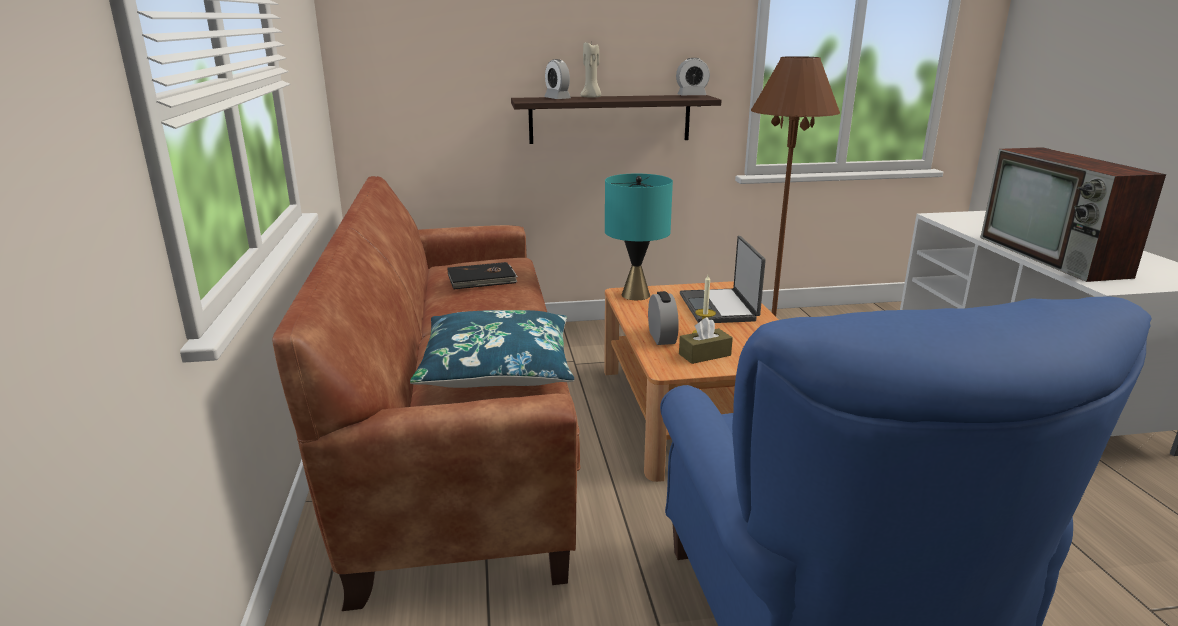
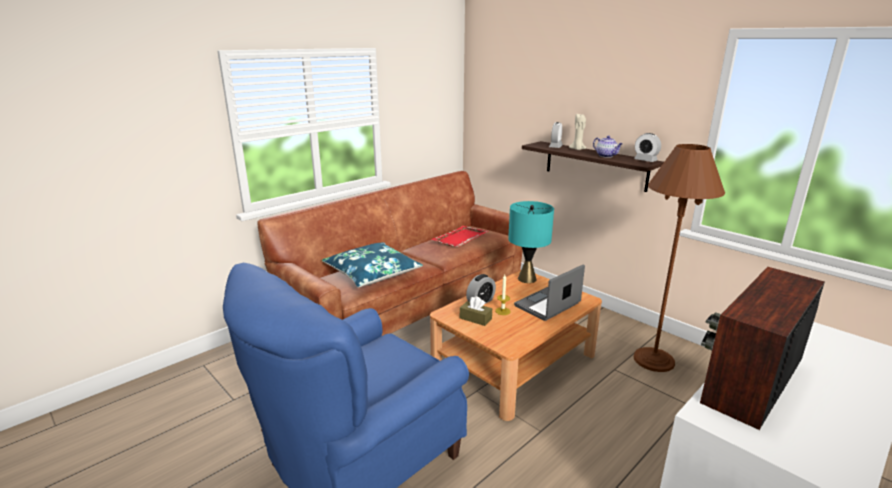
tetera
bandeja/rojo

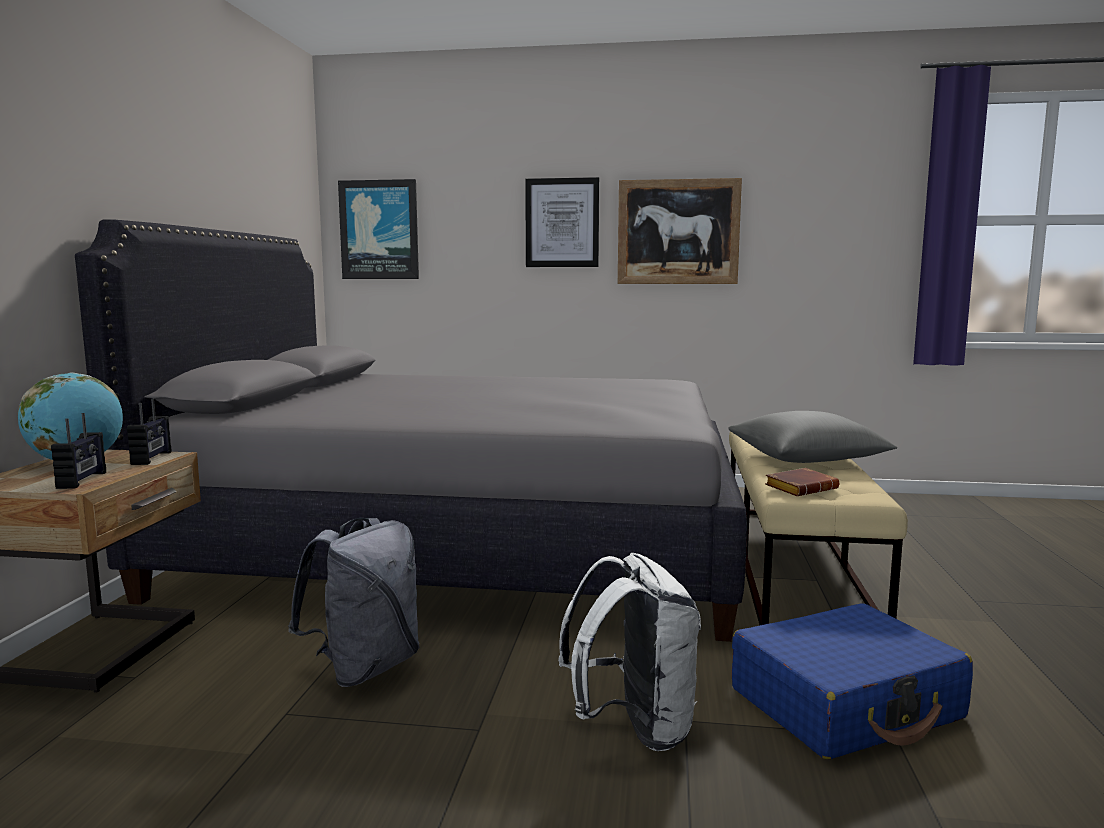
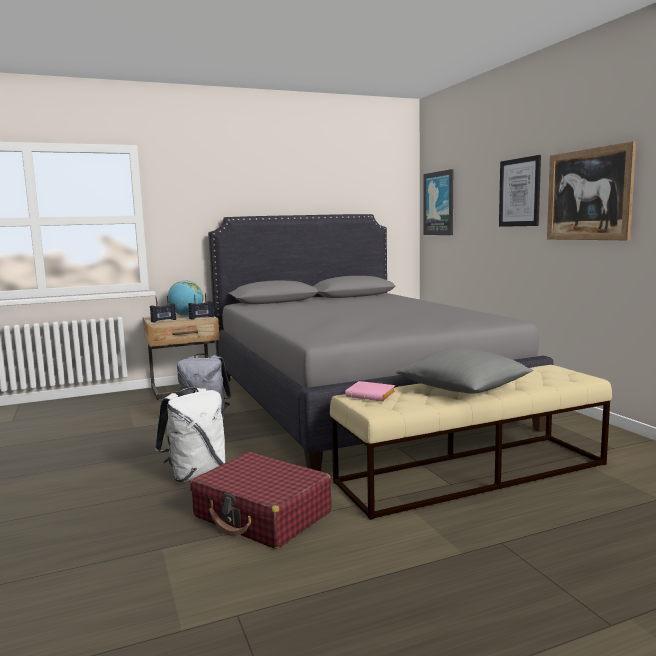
maleta/rojo
libro/rosa

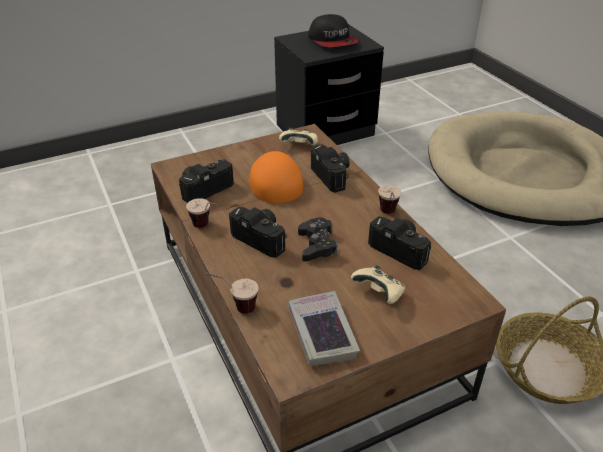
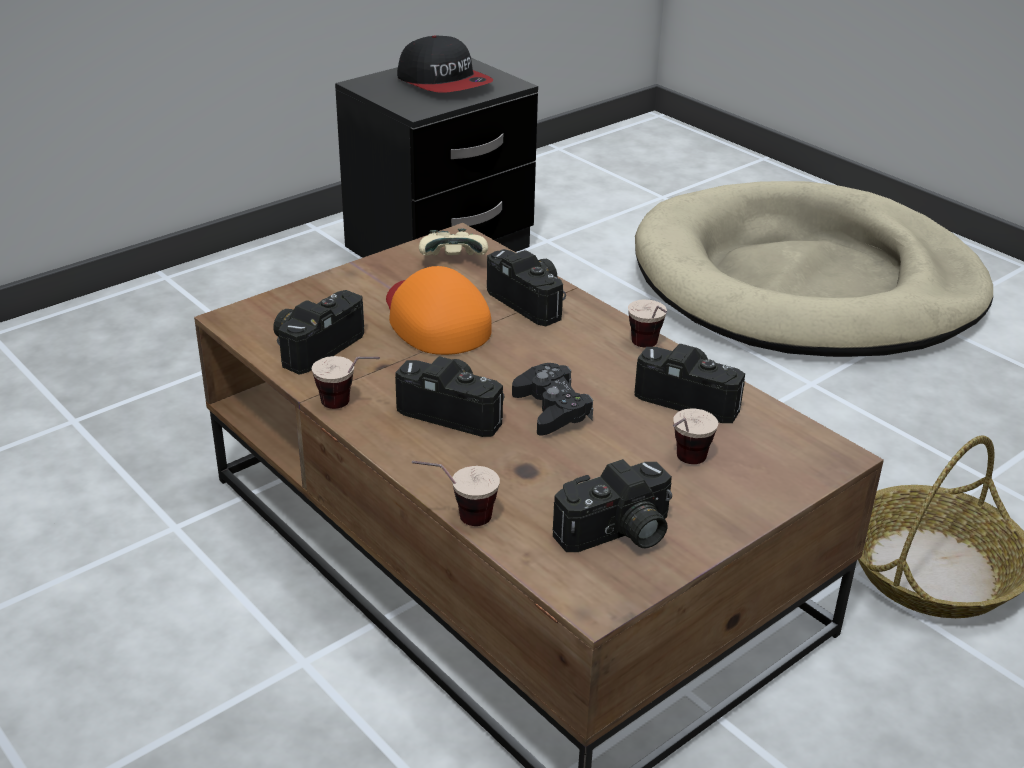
cámara (no. 4 from left)
taza (no. 4 from left)

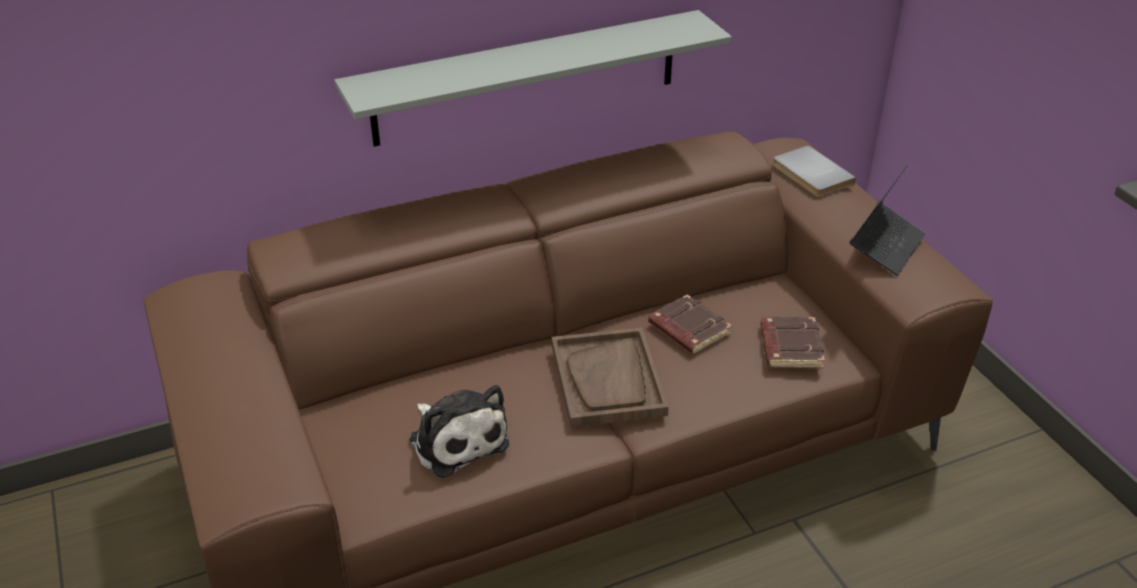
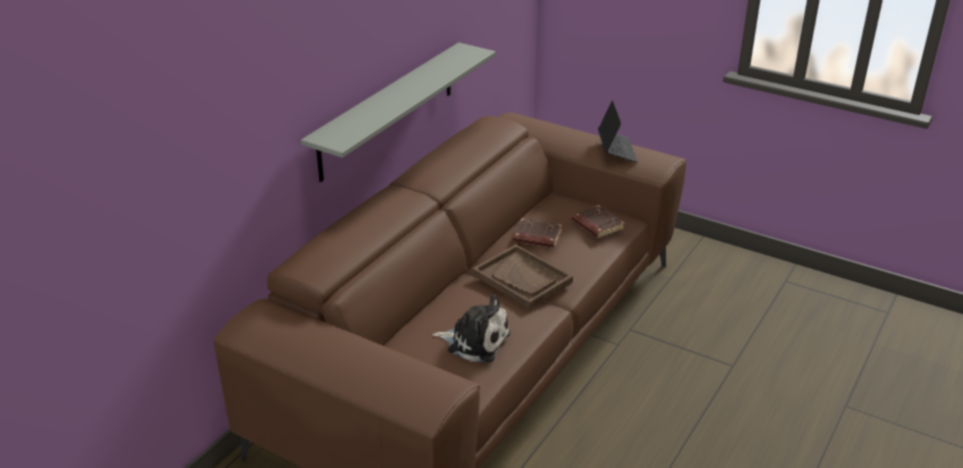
libro/gris

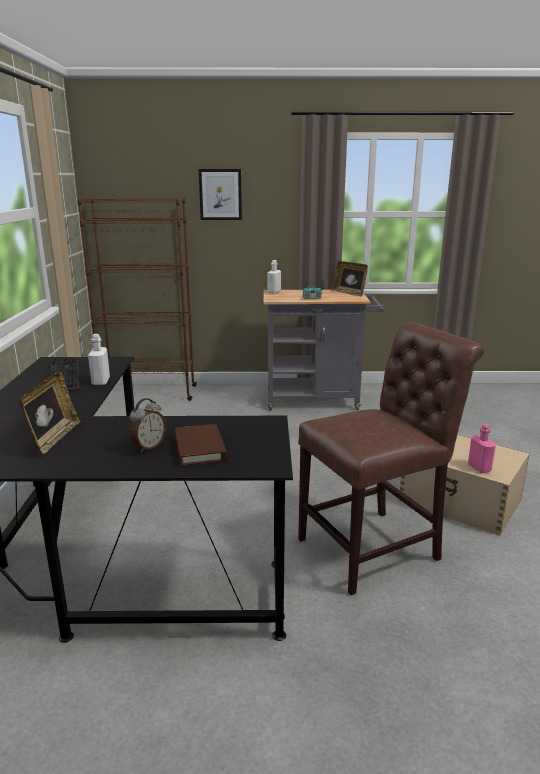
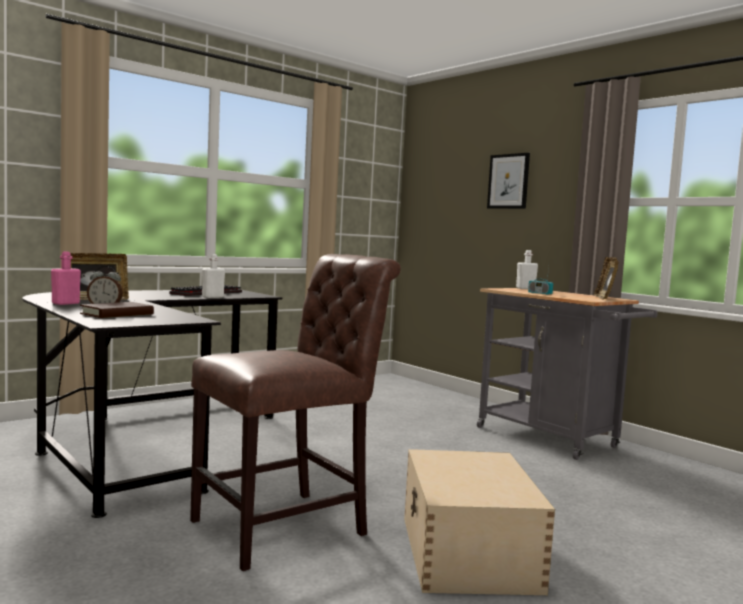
estantería/marrón
botella/rosa
silla/marrón

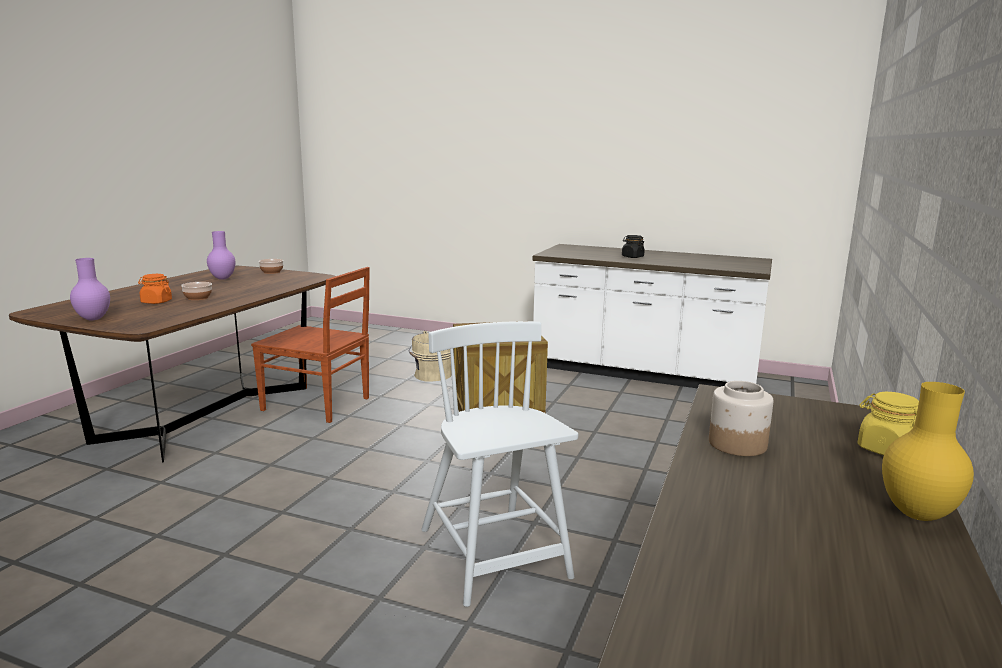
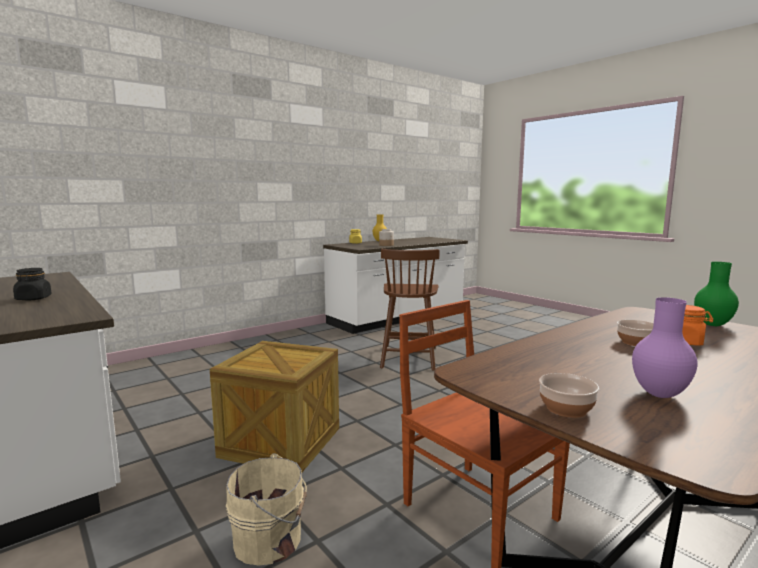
florero/verde
silla/marrón (no. 1 from left)

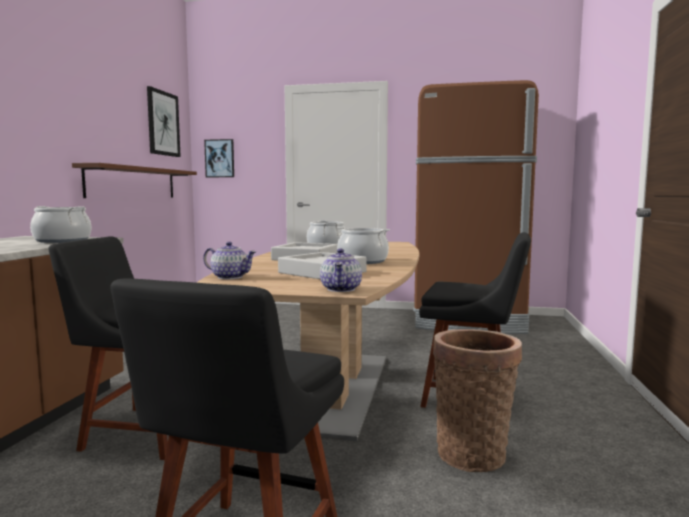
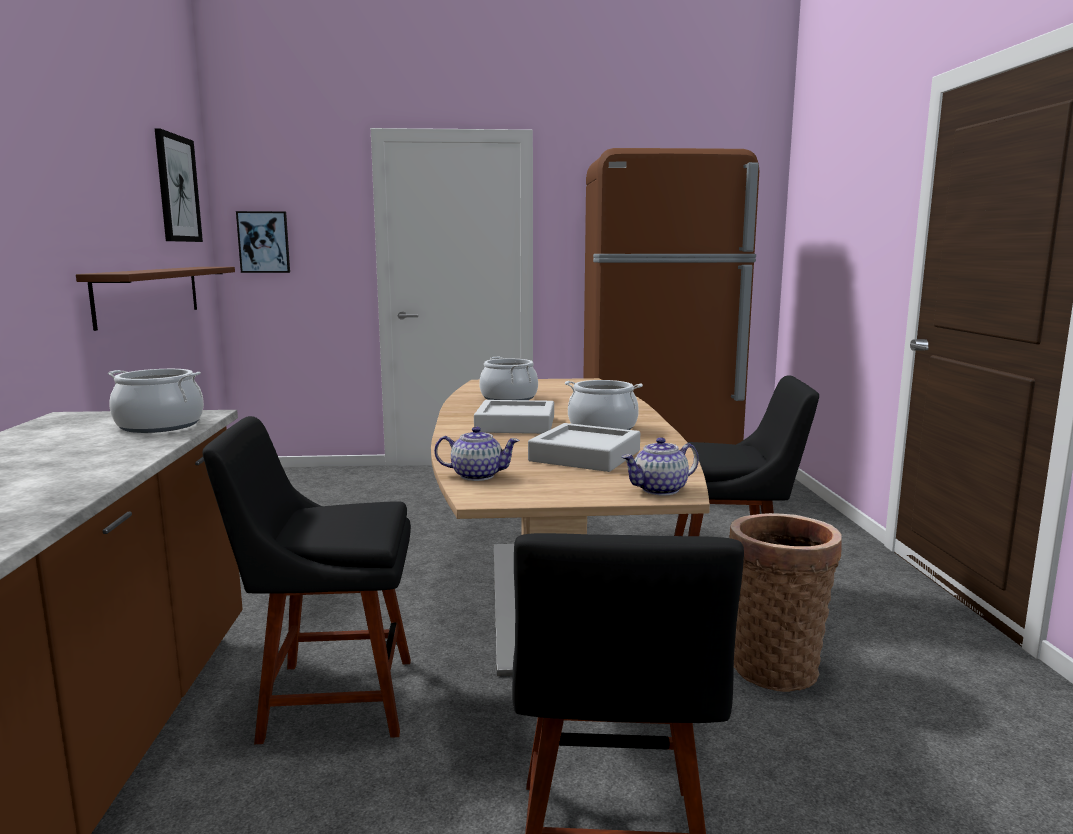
tetera (no. 2 from left)

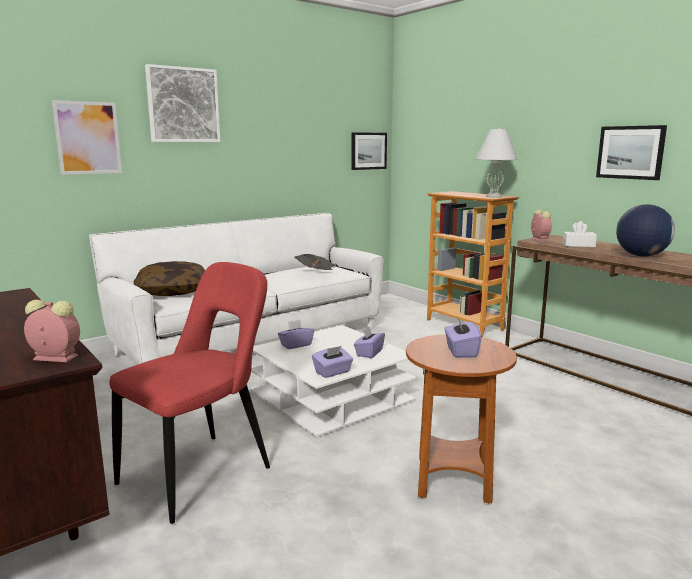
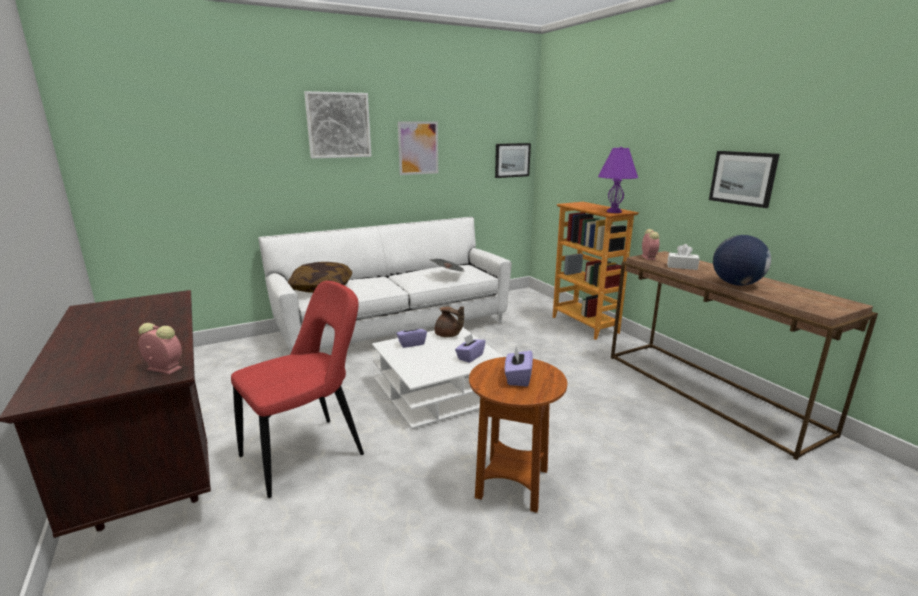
caja de pañuelos/morado (no. 2 from left in the first image)
tetera/marrón
cuadro (no. 2 from left)
lámpara de mesa/morado

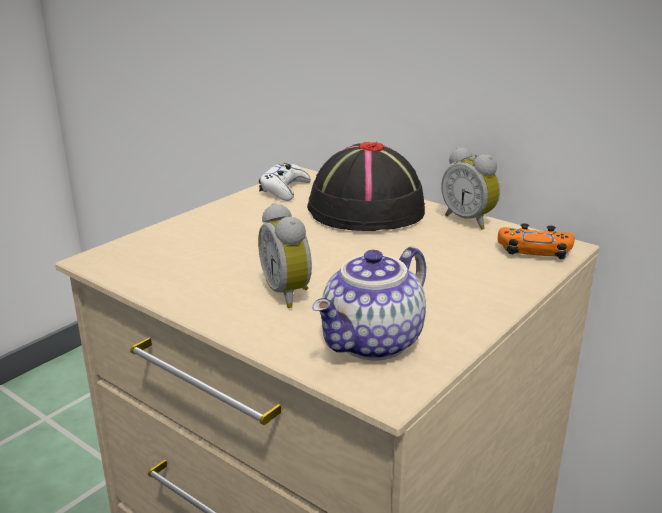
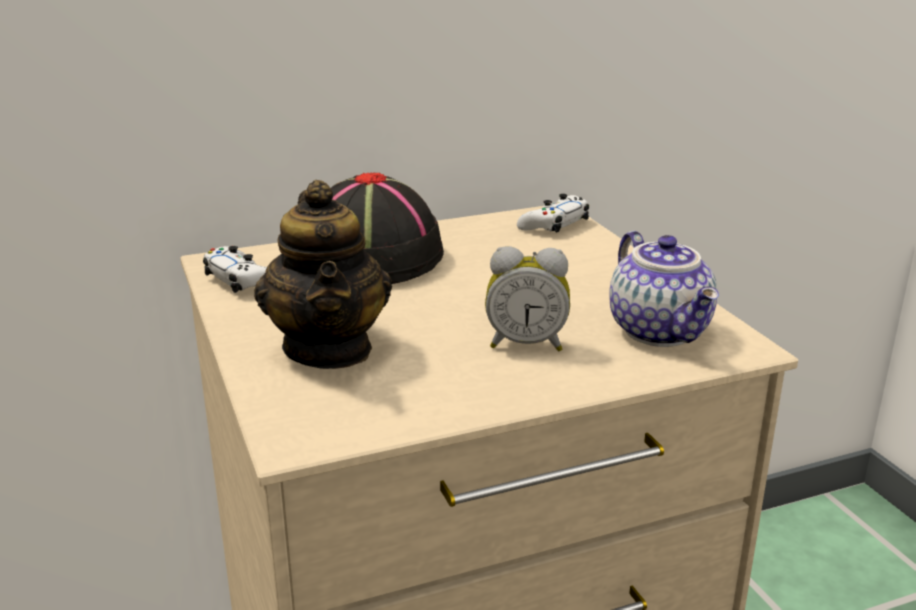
despertador (no. 2 from left in the first image)
tetera (no. 1 from left)
mando de consola/blanco (no. 2 from left)

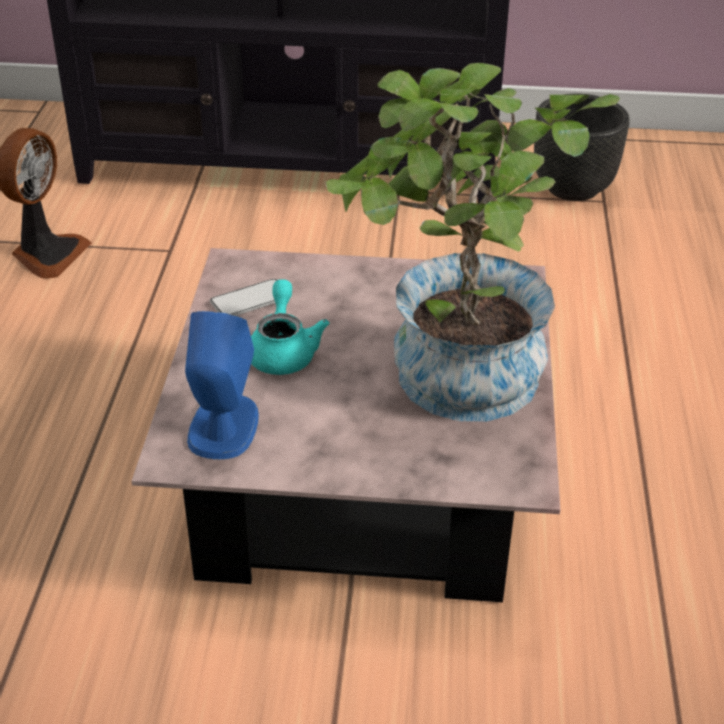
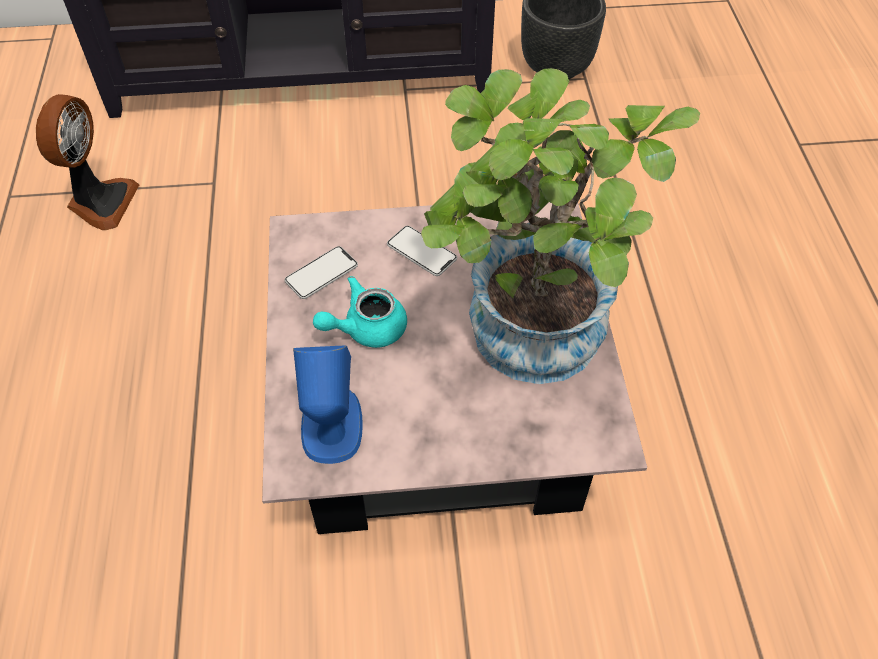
móvil (no. 2 from left)
tetera/turquesa

